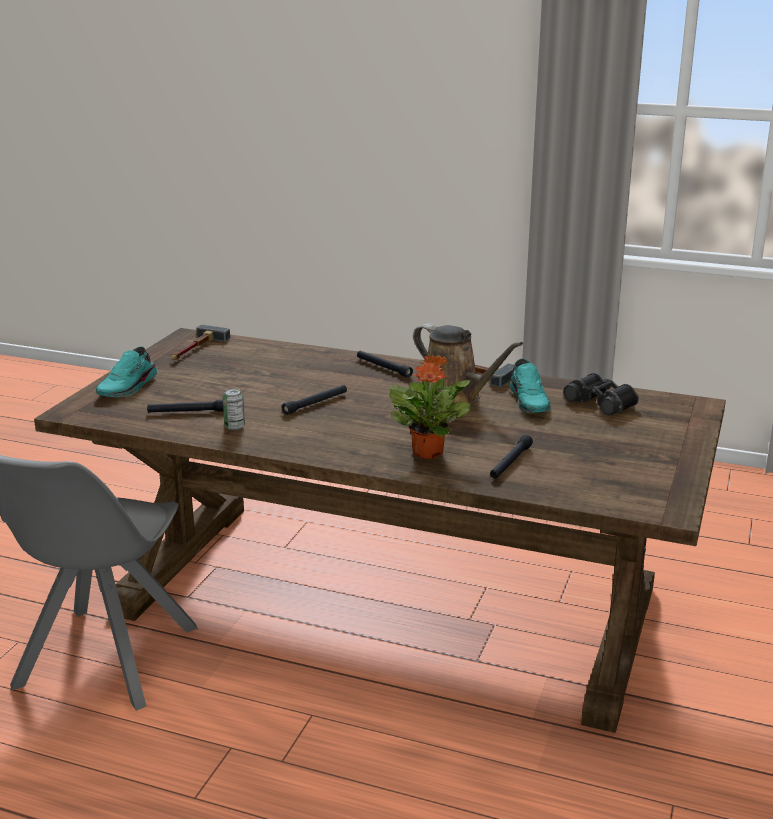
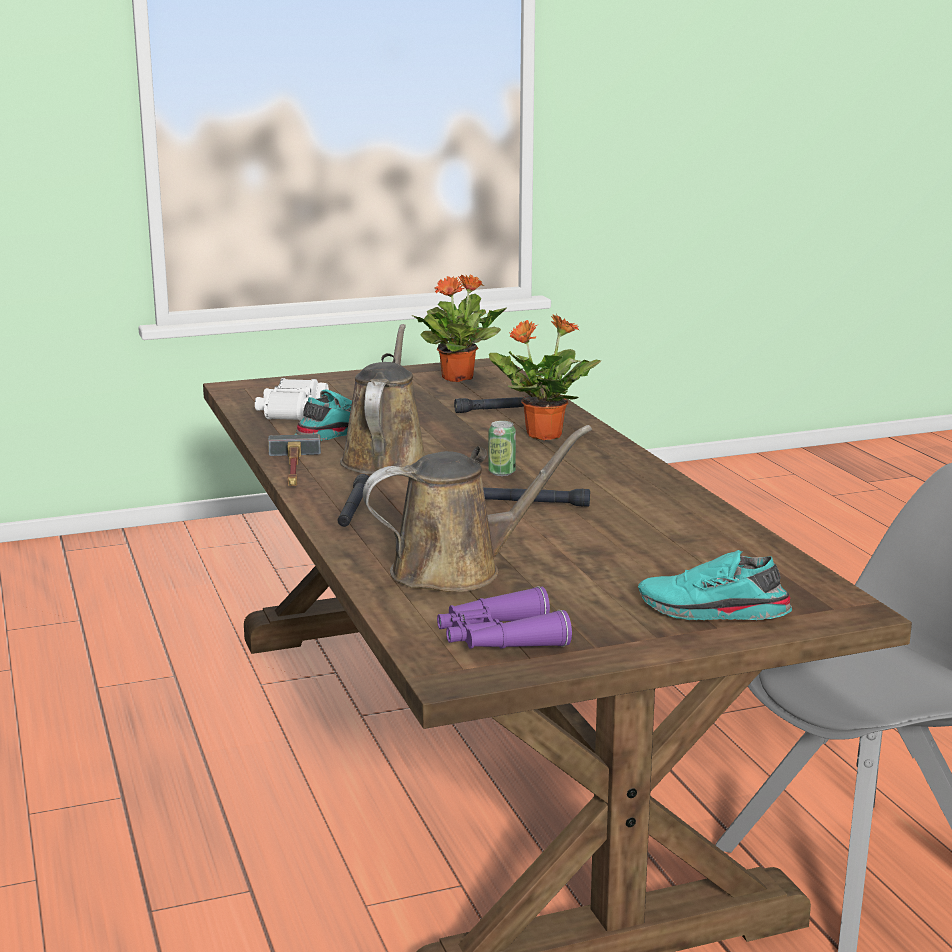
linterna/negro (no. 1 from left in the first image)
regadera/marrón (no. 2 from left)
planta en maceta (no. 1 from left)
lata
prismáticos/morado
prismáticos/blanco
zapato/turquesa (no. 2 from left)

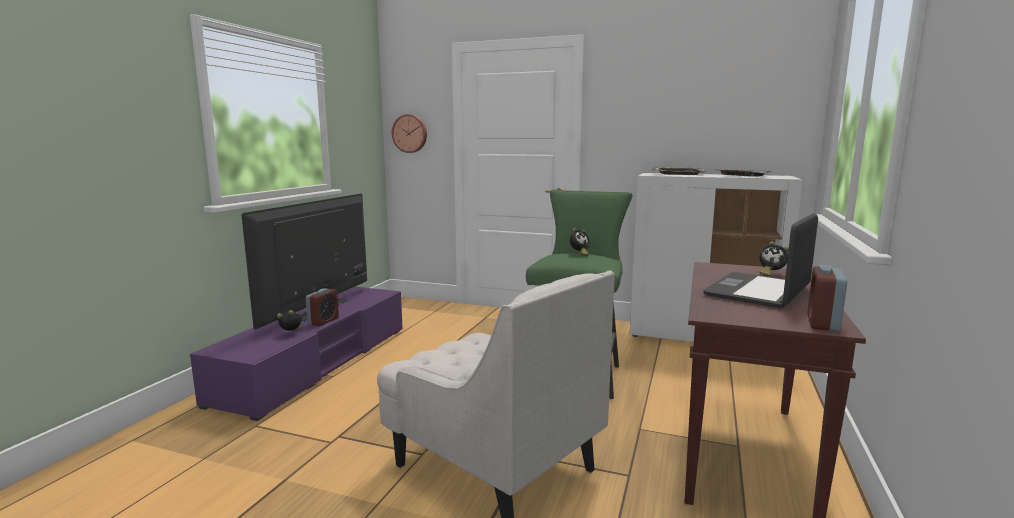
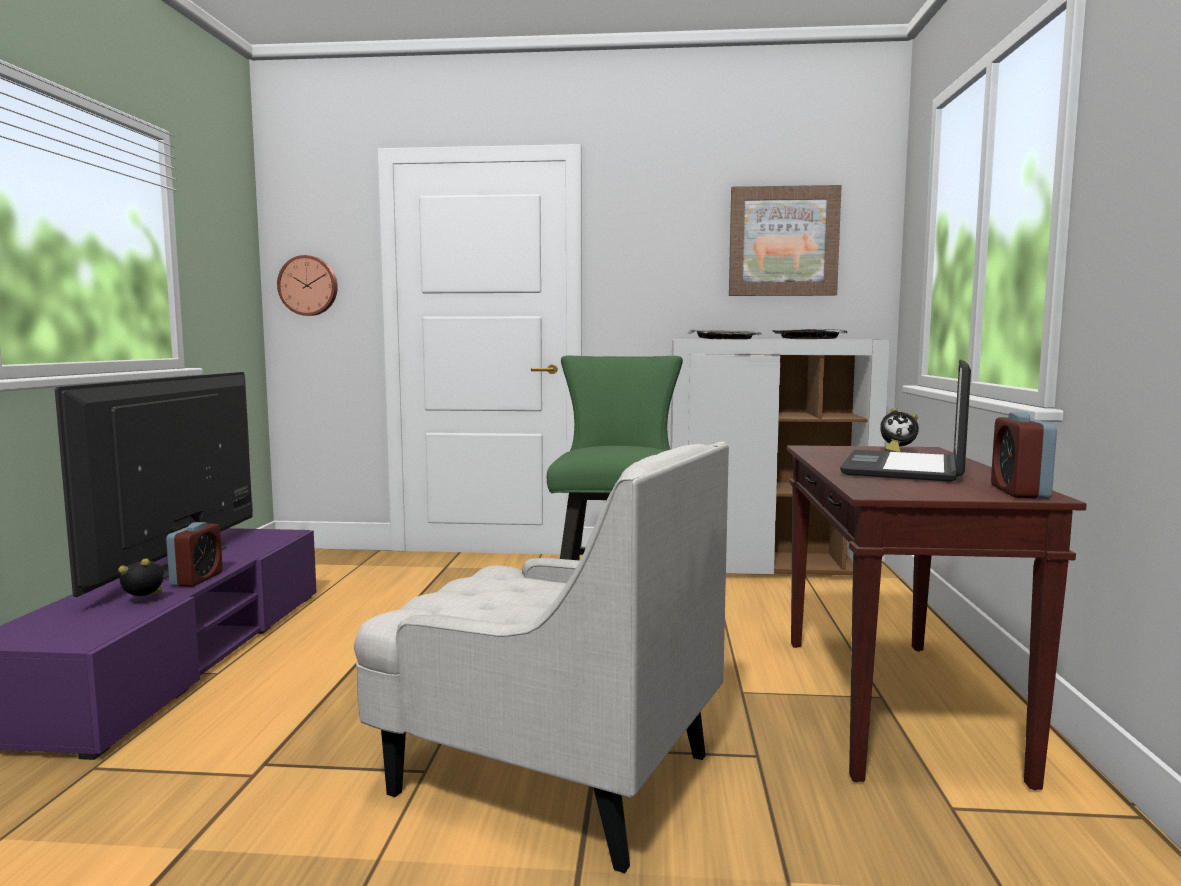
despertador (no. 3 from left in the first image)
cuadro

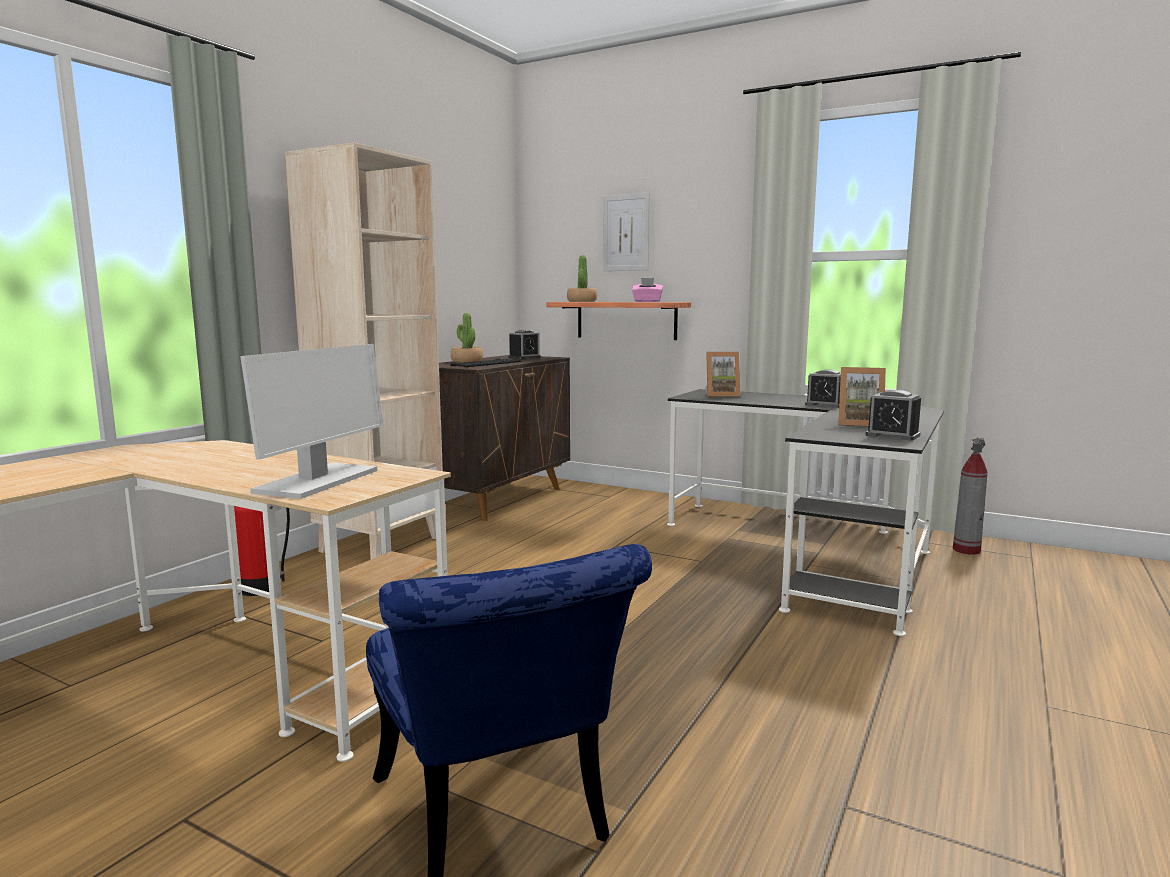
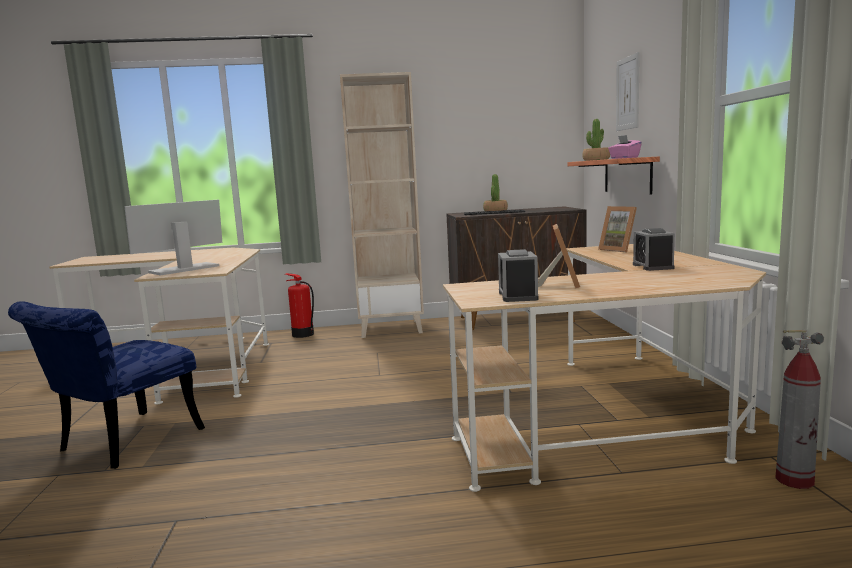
despertador (no. 1 from left in the first image)
escritorio/beis (no. 2 from left)
monitor
portarretratos (no. 1 from left)

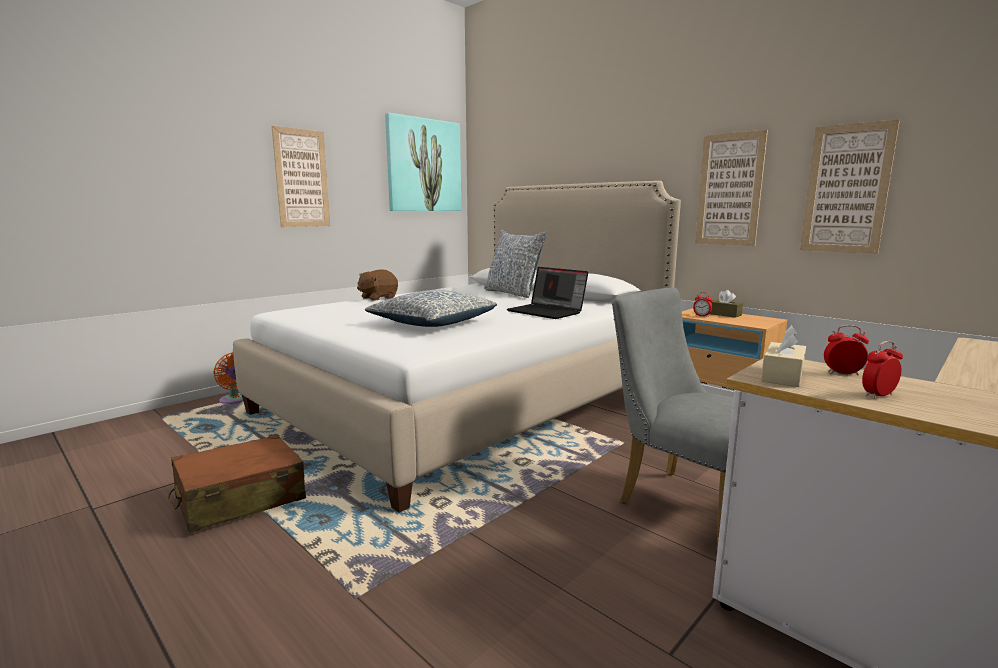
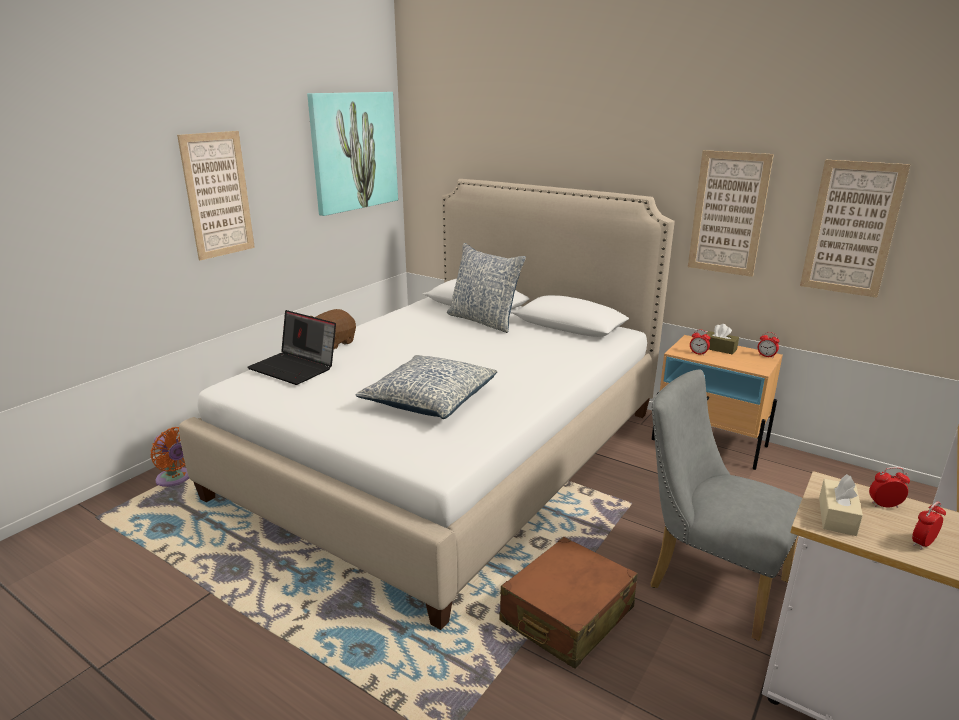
despertador (no. 2 from left)
maleta/marrón
portátil

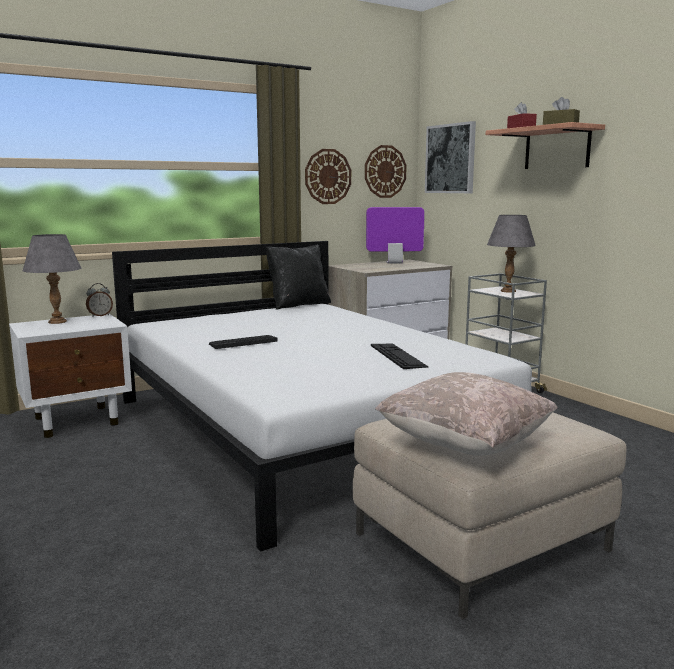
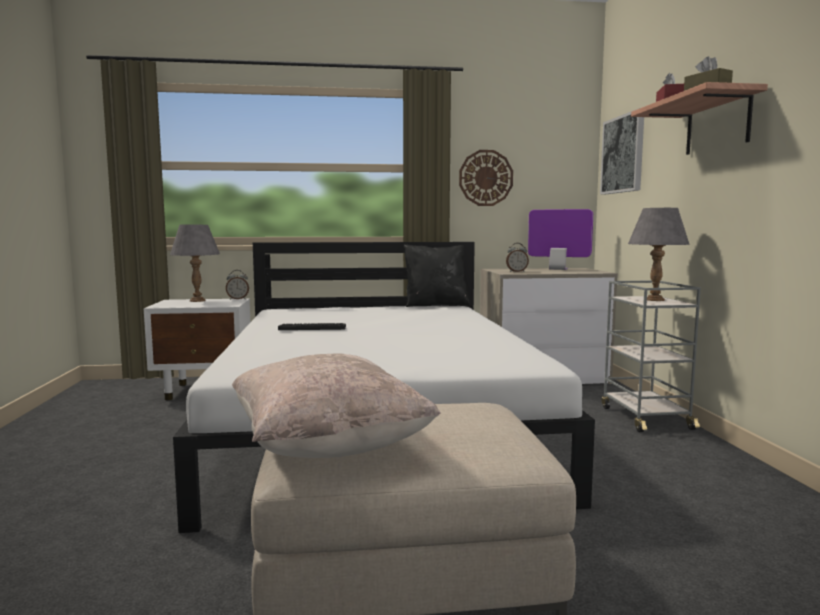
reloj de pared (no. 2 from left in the first image)
teclado (no. 2 from left in the first image)
despertador (no. 2 from left)

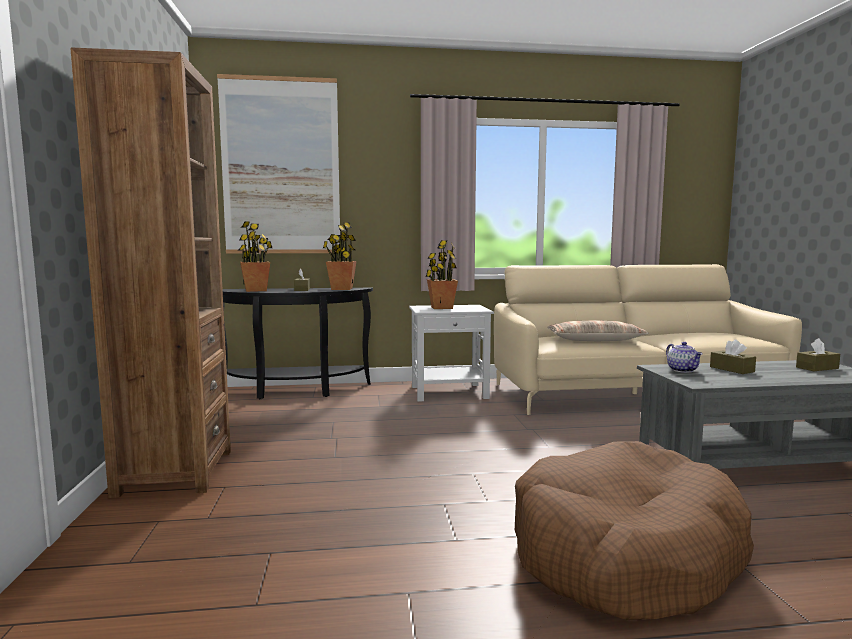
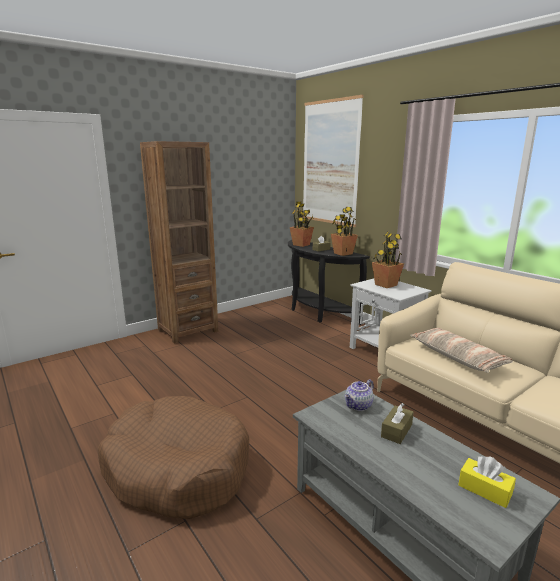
caja de pañuelos/amarillo

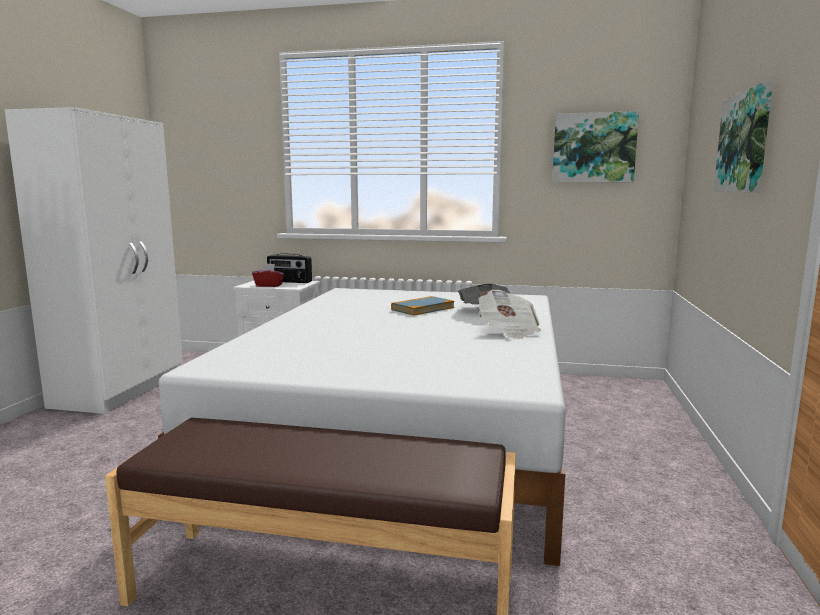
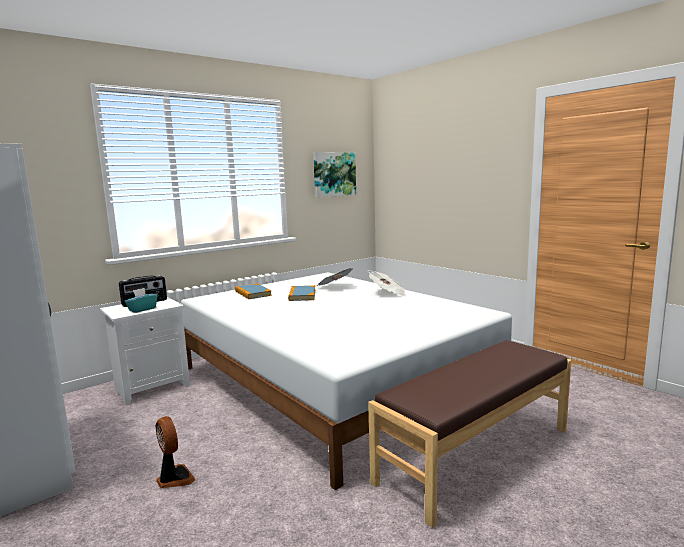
cuadro (no. 2 from left in the first image)
ventilador
libro (no. 1 from left)
caja de pañuelos/turquesa

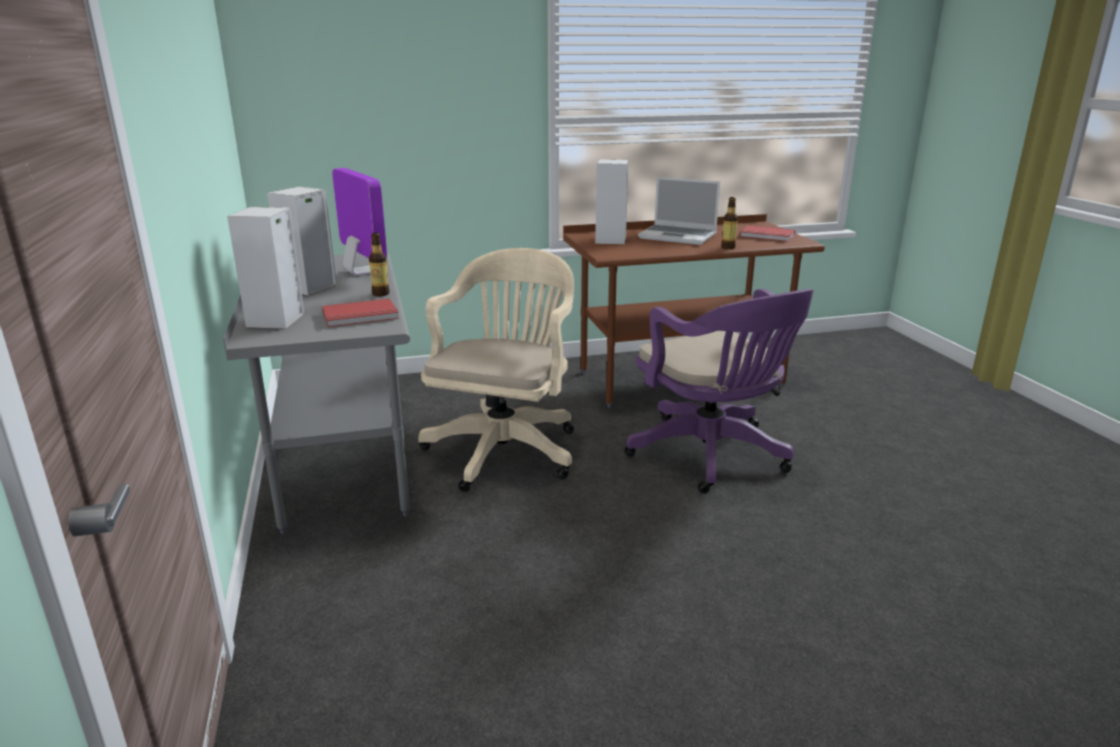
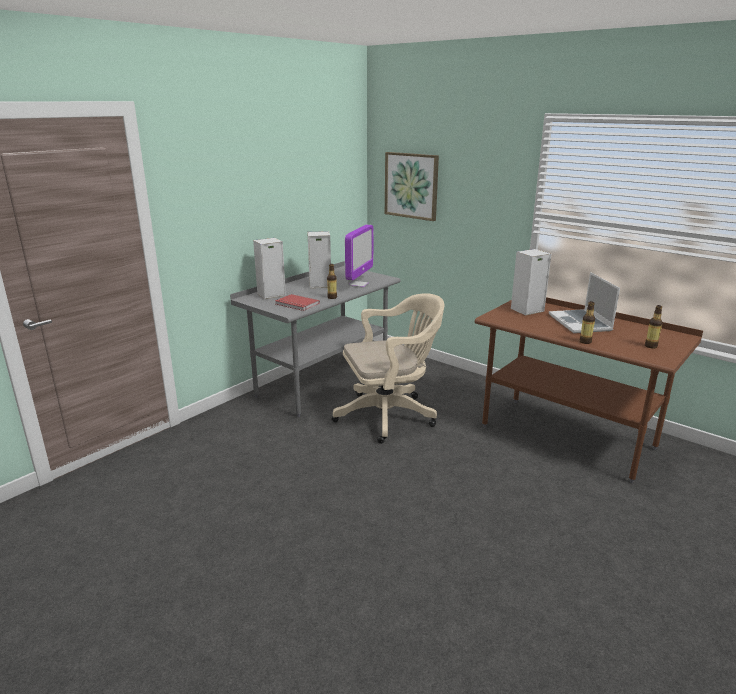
silla de oficina/morado
cuadro
botella (no. 3 from left)

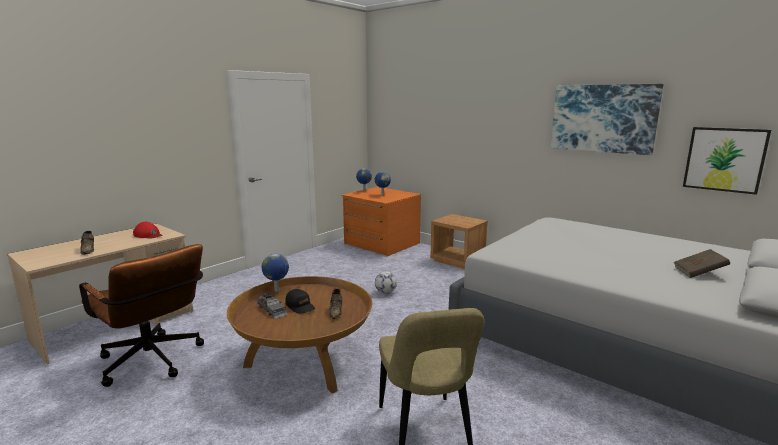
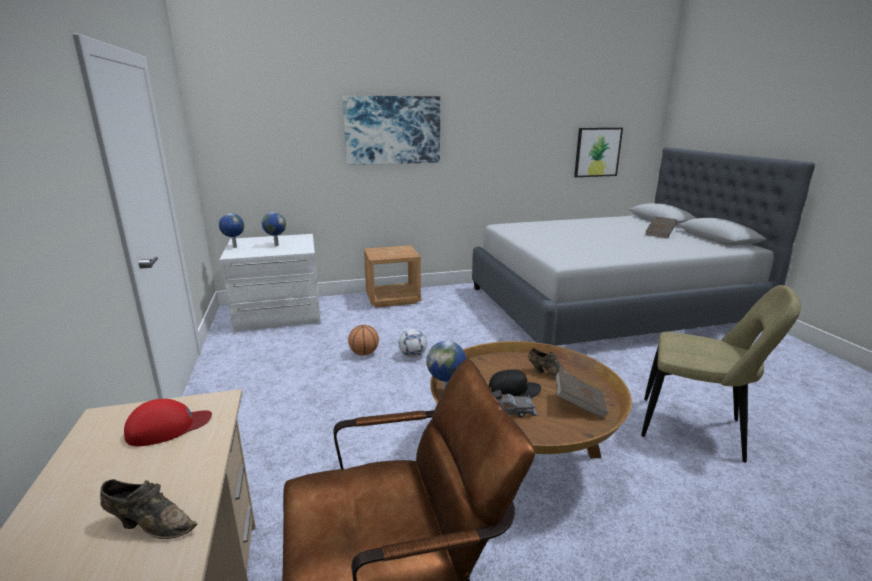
balón de baloncesto
libro/marrón (no. 1 from left)
cuadro (no. 1 from left)
cómoda/blanco

